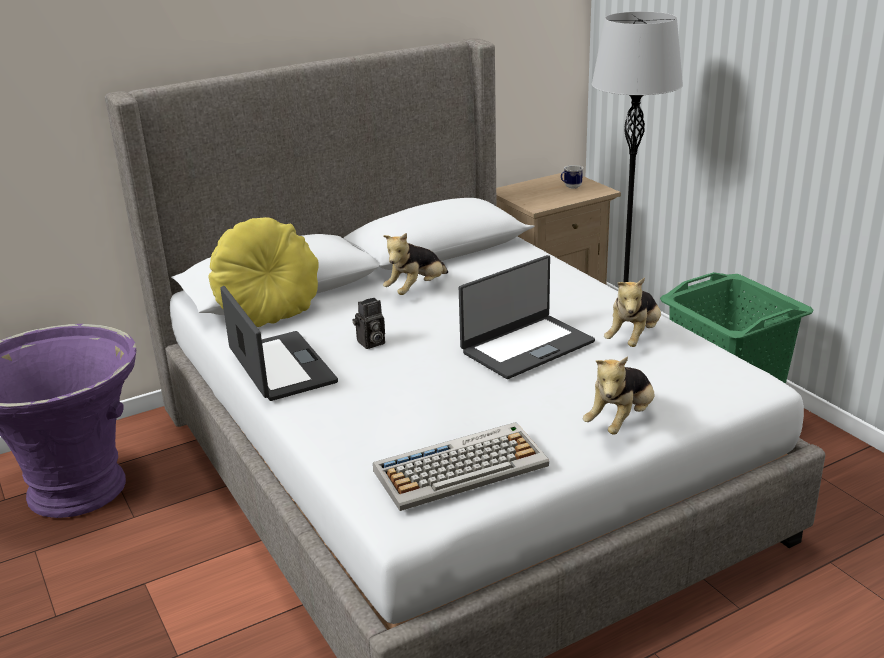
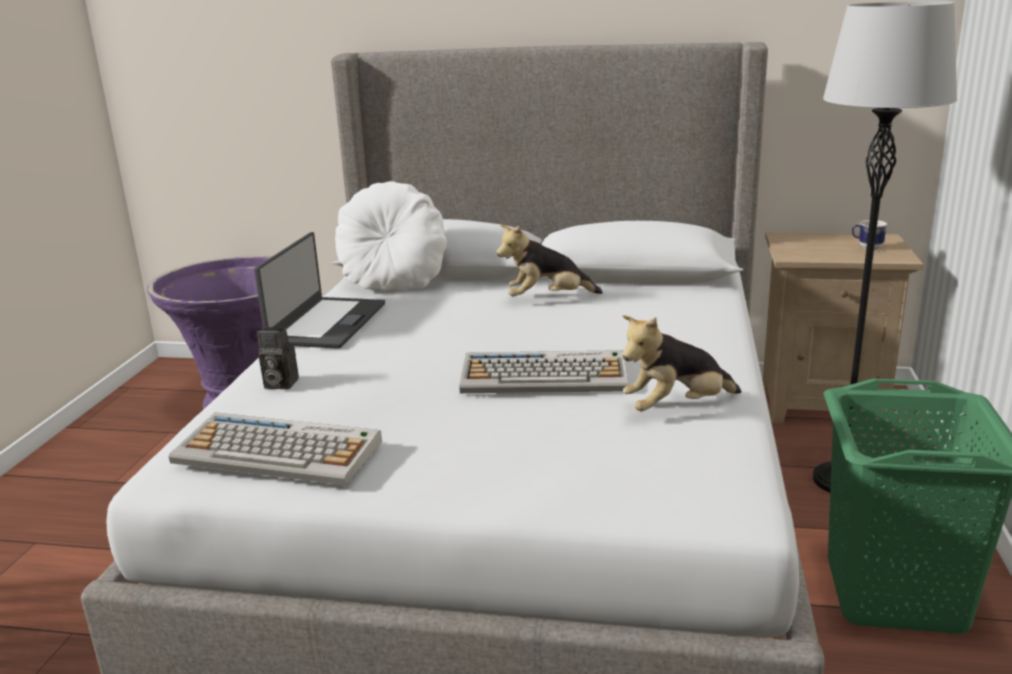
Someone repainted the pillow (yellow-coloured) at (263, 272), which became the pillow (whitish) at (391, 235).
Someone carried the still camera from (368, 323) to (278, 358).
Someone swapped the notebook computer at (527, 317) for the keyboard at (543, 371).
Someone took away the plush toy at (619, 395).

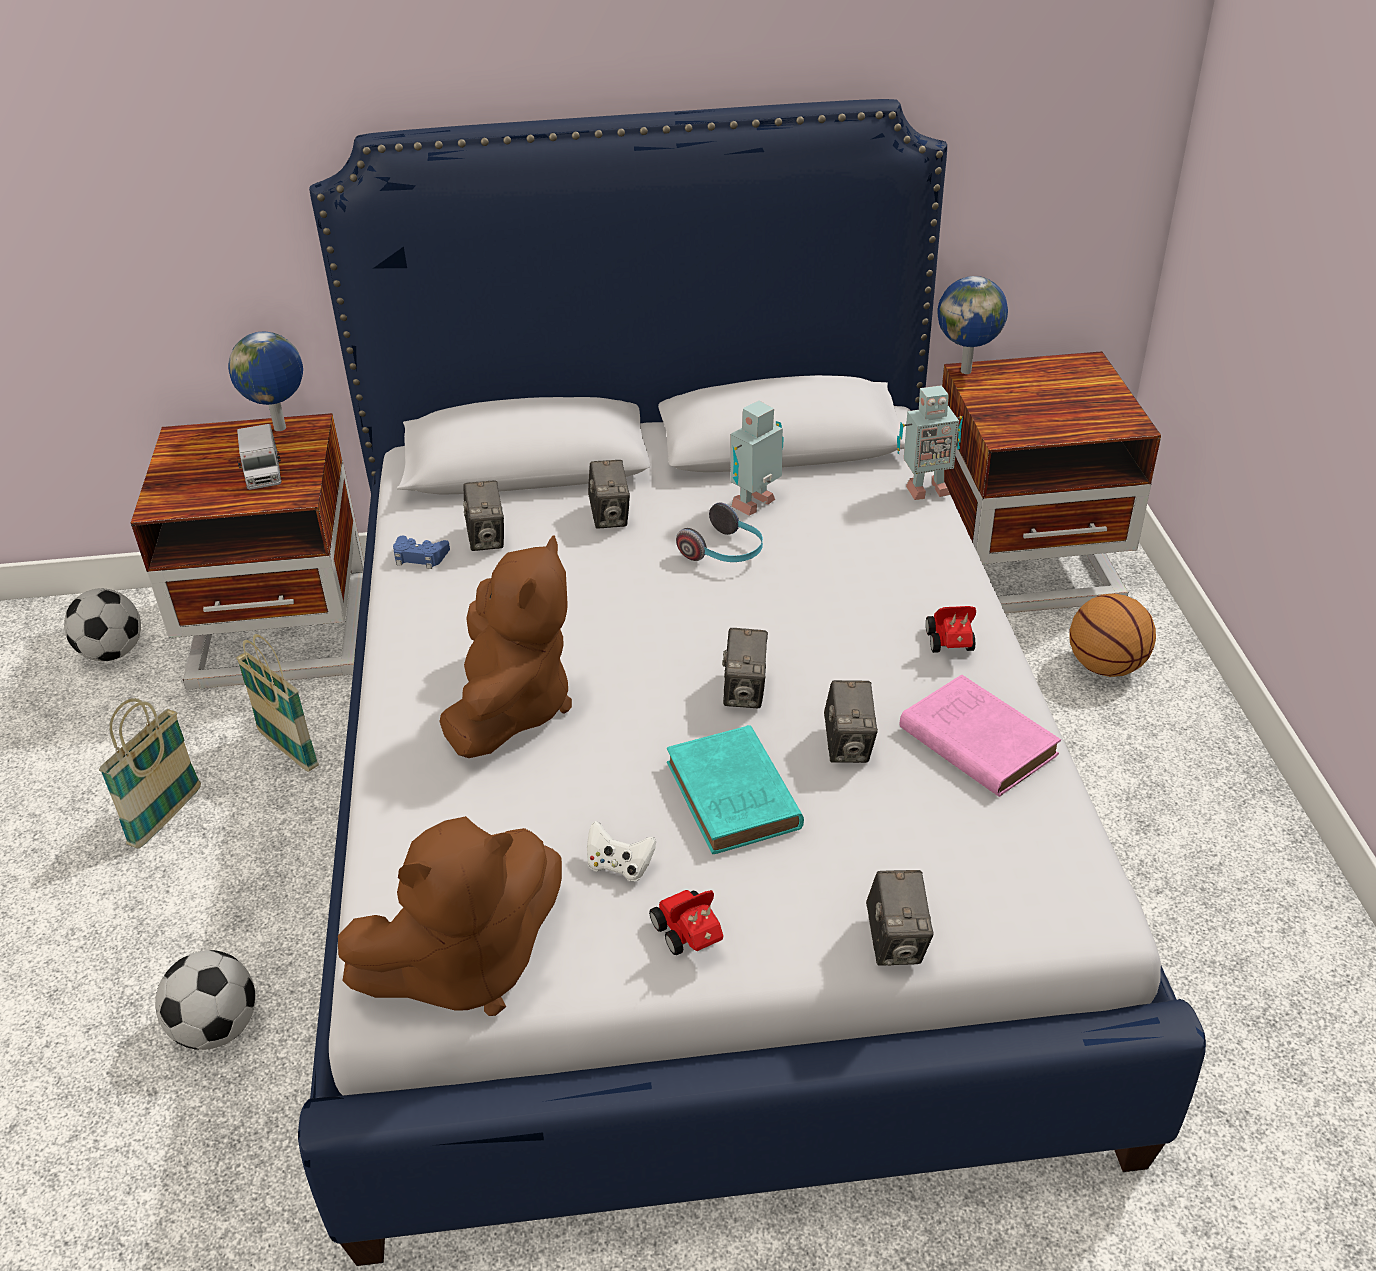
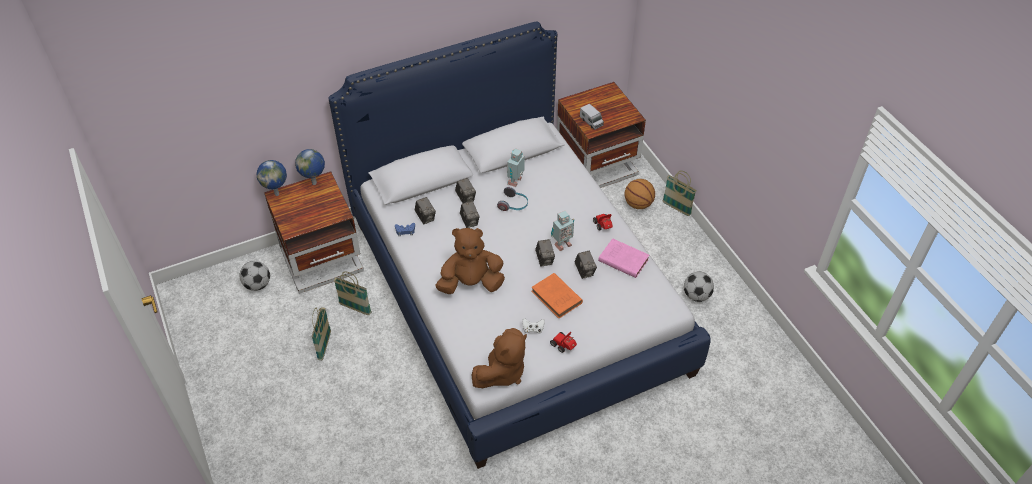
Someone carried the football ball from (205, 1000) to (699, 286).
Someone carried the toy truck from (259, 457) to (592, 116).
Someone rotated the plush toy (brown-coloured) at (506, 647) by 90 degrees counterclockwise.
Someone repainted the book (turquoise) at (735, 789), which became the book (orange-coloured) at (557, 295).
Someone carried the still camera from (900, 918) to (470, 214).
Someone carried the toy robot from (930, 442) to (562, 231).
Someone carried the globe from (973, 325) to (272, 178).
Someone put down the storage basket at (679, 193).

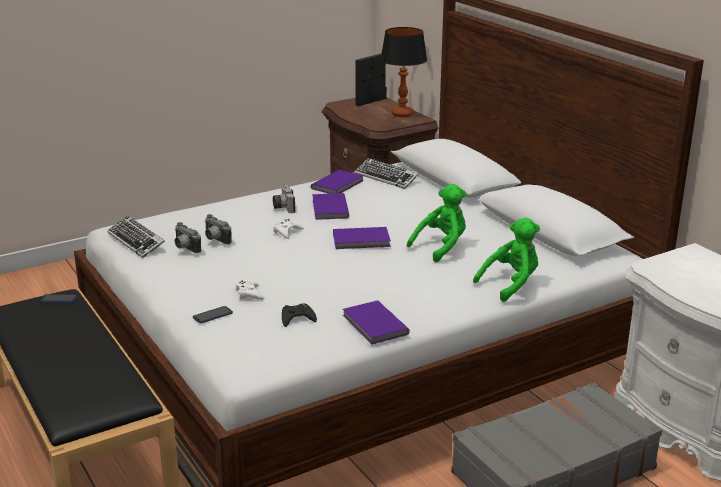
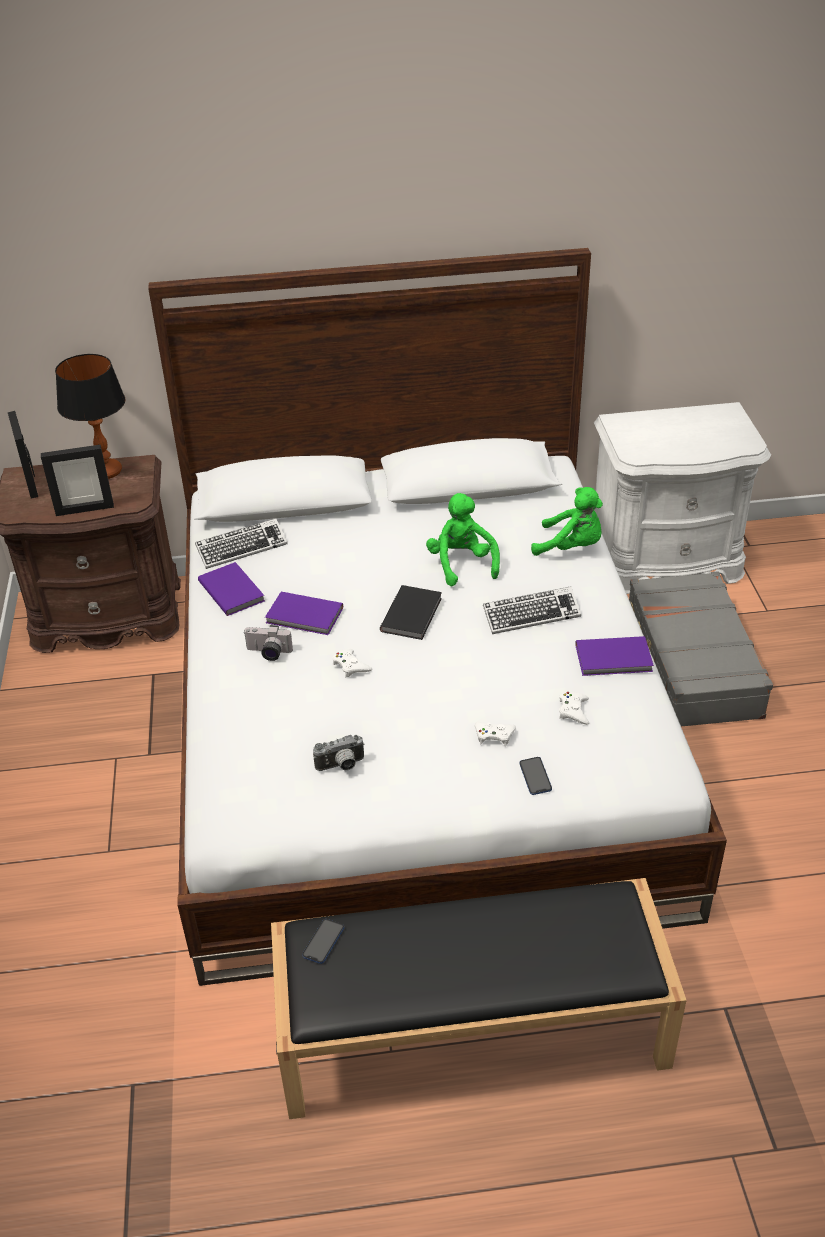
Someone carried the keyboard from (136, 237) to (532, 610).
Someone took away the still camera at (218, 229).
Someone repainted the joypad (black) at (299, 315), which became the joypad (whitish) at (574, 708).
Someone repainted the book (purple) at (362, 238), which became the book (black) at (411, 612).
Someone rotated the plush toy (greenish) at (506, 260) by 120 degrees clockwise.
Someone put down the standing frame at (77, 480).

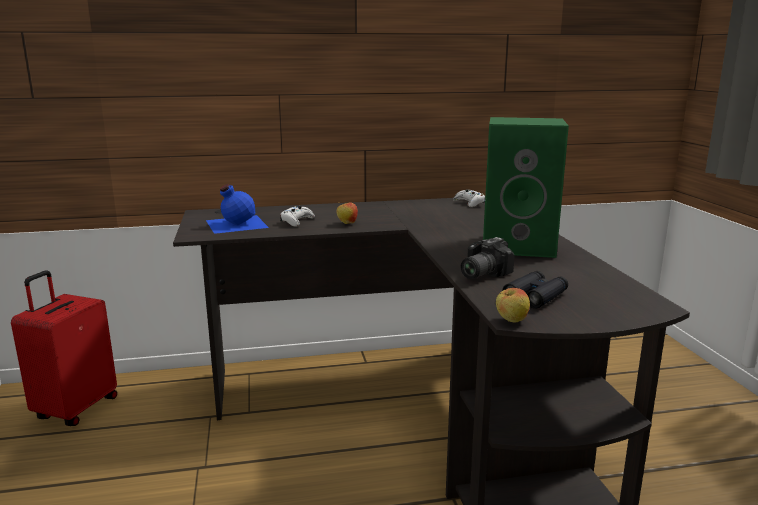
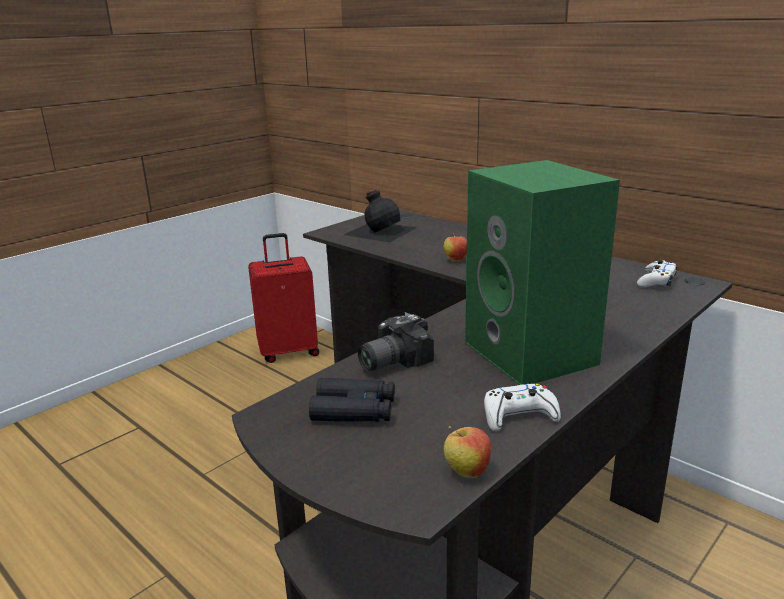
Someone repainted the drink bottle (blue-coloured) at (237, 209), which became the drink bottle (black) at (380, 216).
Someone carried the joypad (whitish) from (297, 216) to (522, 407).
Someone rotated the still camera at (488, 258) by 45 degrees counterclockwise.
Someone carried the apple from (513, 305) to (467, 452).

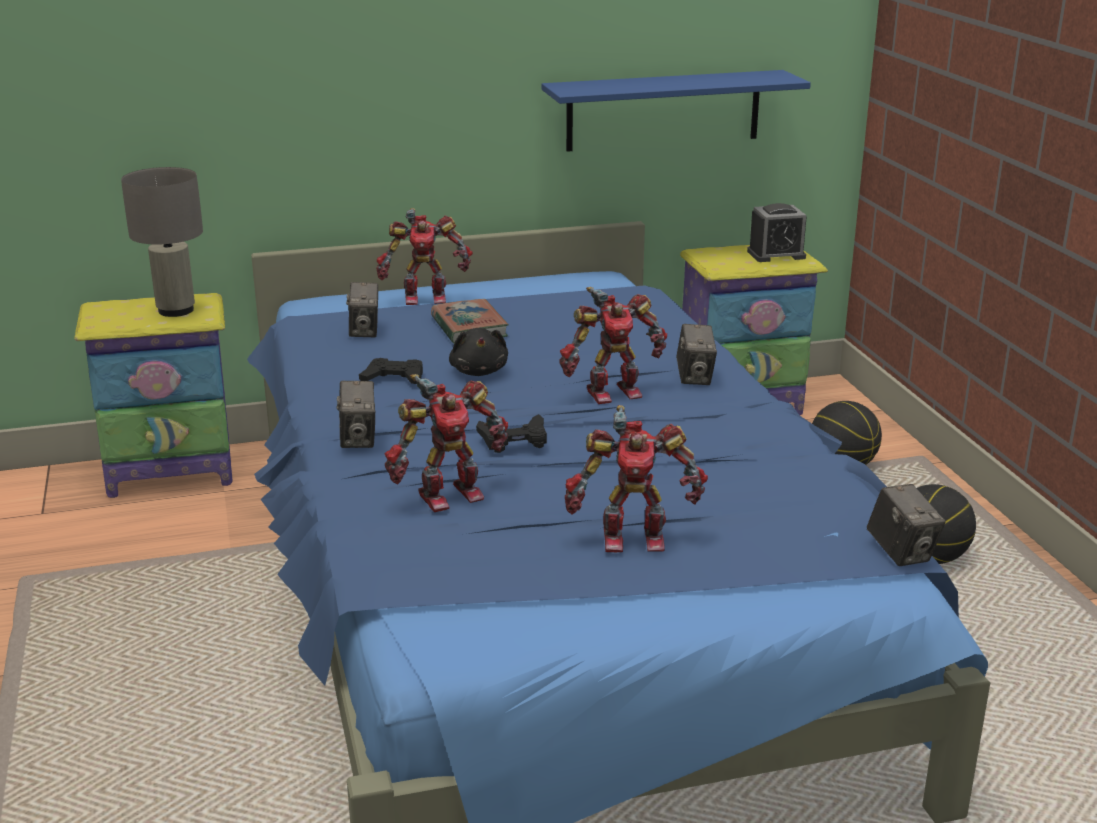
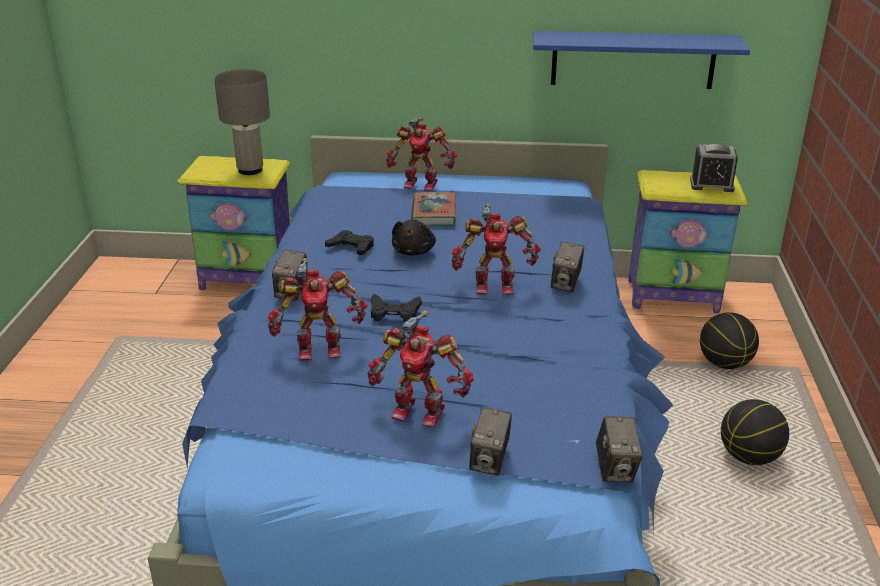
Someone carried the still camera from (362, 309) to (490, 441).

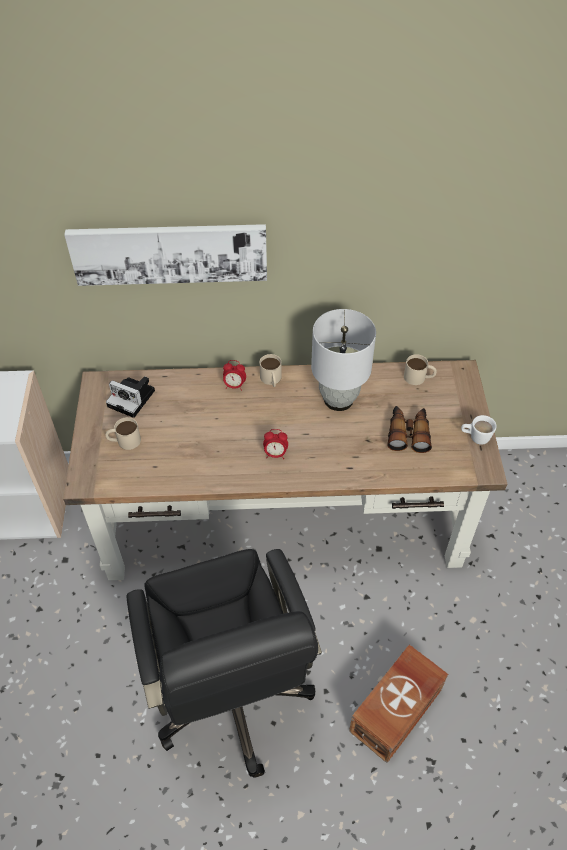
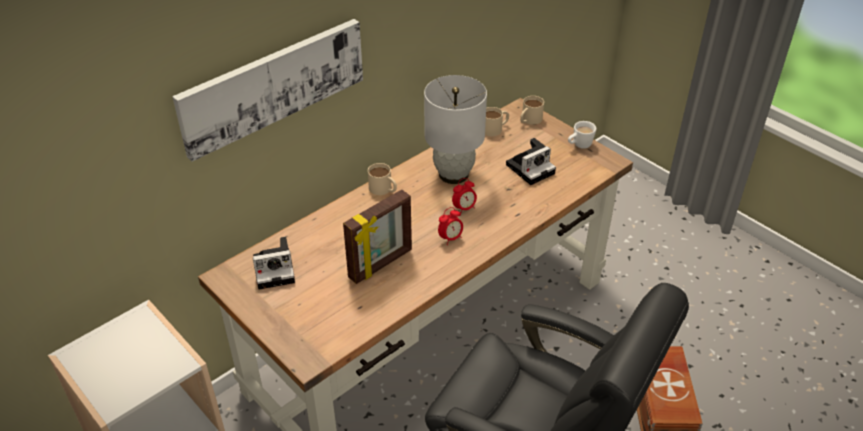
Someone carried the tea mug (sand-coloured) from (123, 433) to (532, 110).
Someone carried the bedside clock from (234, 375) to (464, 195).
Someone swapped the field glasses at (409, 429) for the still camera at (531, 161).
Someone put down the standing frame at (377, 236).

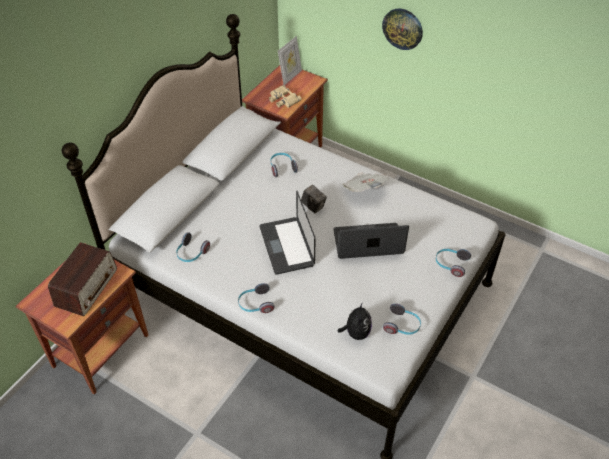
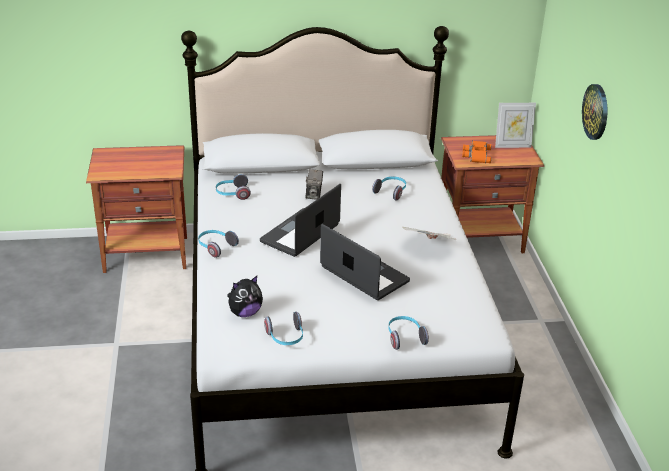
Someone took away the radio at (82, 279).
Someone repainted the field glasses (sand-coloured) at (285, 96), which became the field glasses (orange-coloured) at (476, 152).
Someone carried the still camera from (314, 199) to (314, 184).

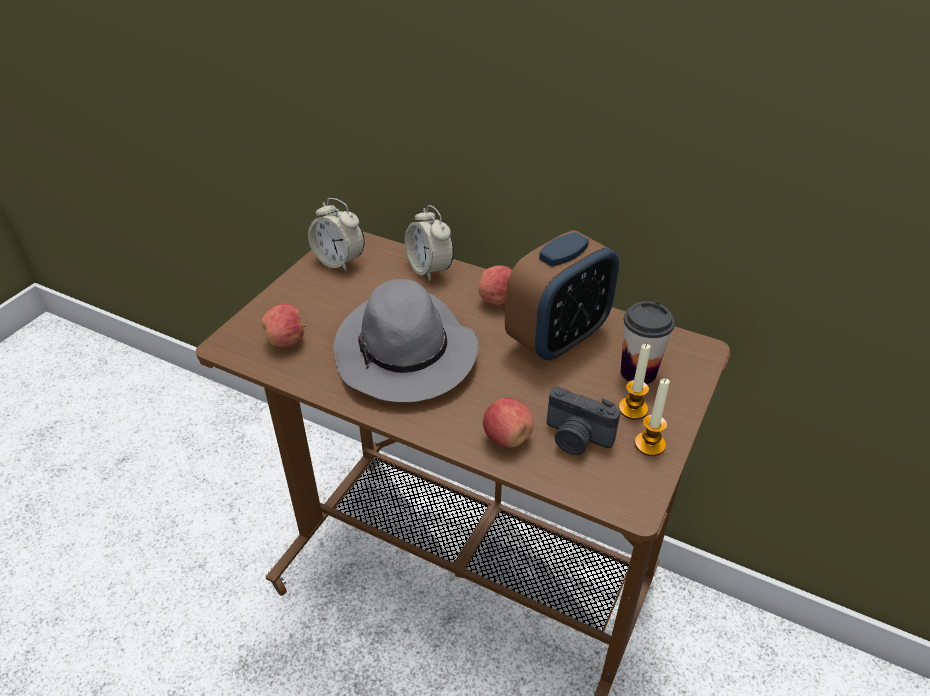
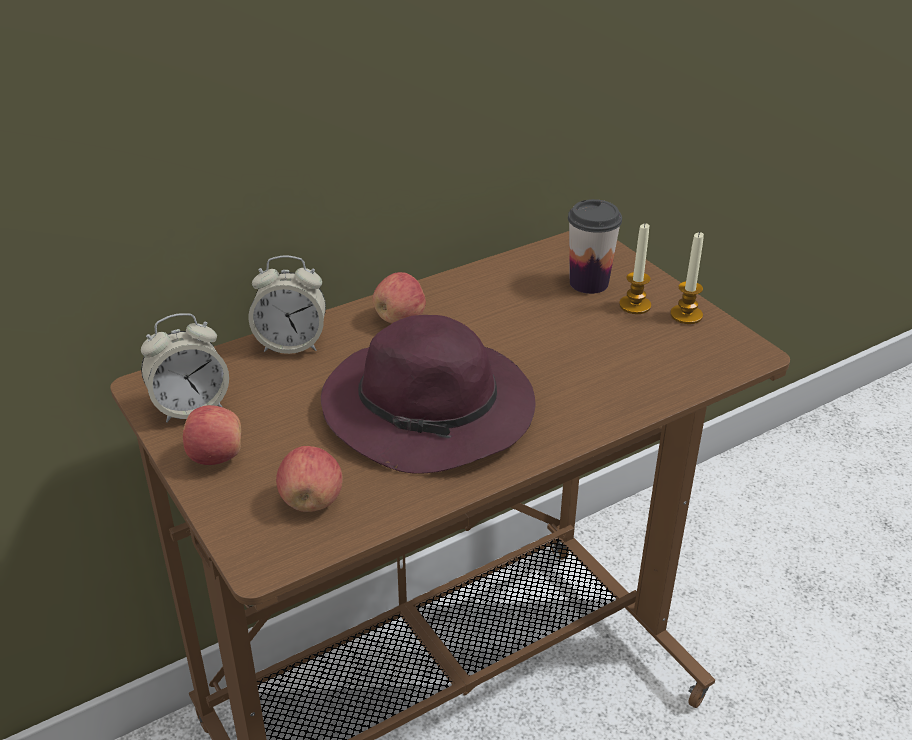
Someone repainted the clothing hat (greyish) at (405, 341), which became the clothing hat (purple) at (428, 394).
Someone carried the apple from (508, 423) to (212, 435).
Someone took away the bedside clock at (562, 295).
Someone took away the still camera at (583, 421).

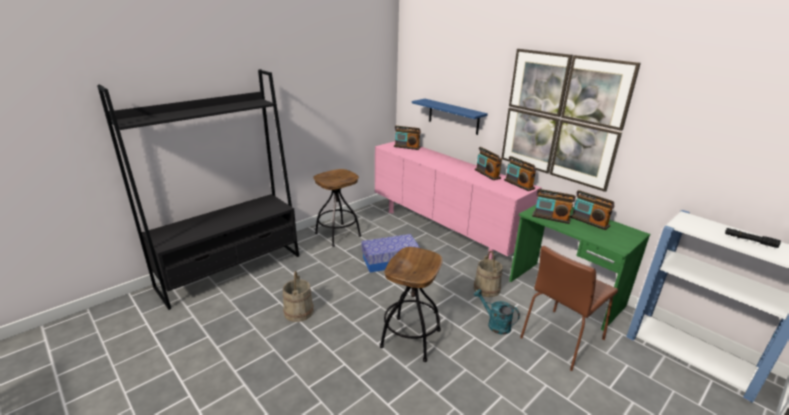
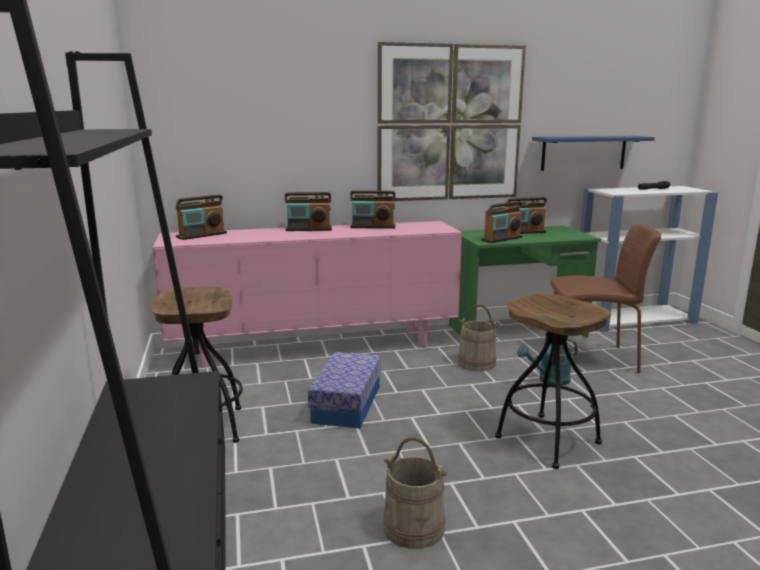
Someone carried the shelf (blue-coloured) from (450, 117) to (593, 153).
Someone carried the radio from (520, 173) to (308, 211).
Someone rotated the upright chair (brown-coloured) at (569, 308) by 75 degrees counterclockwise.

